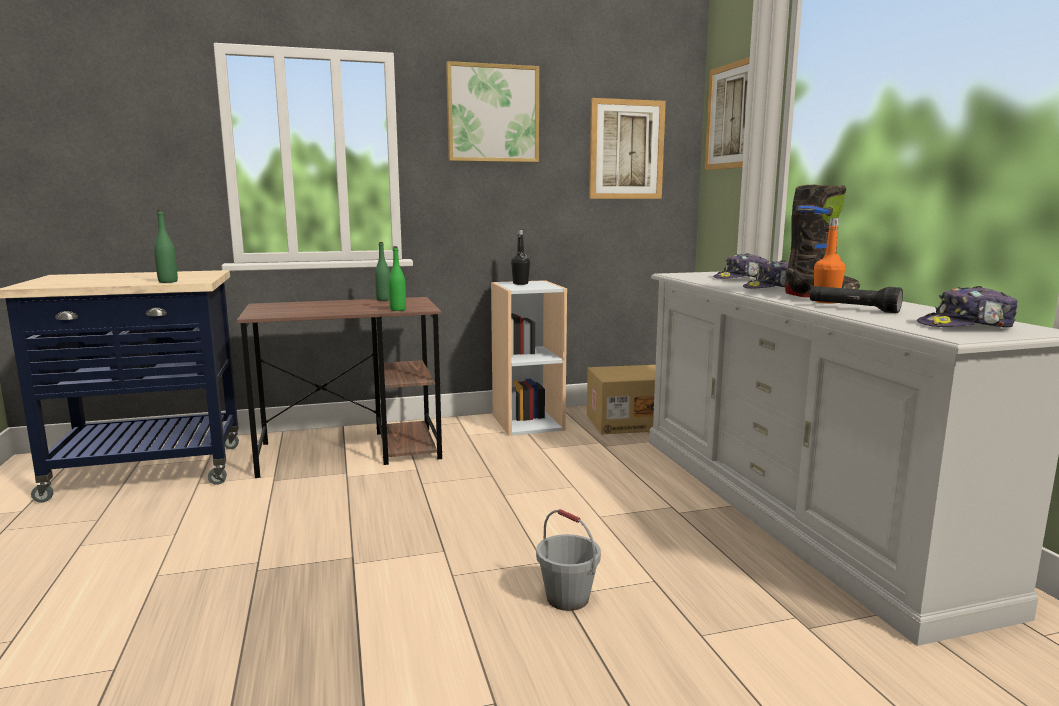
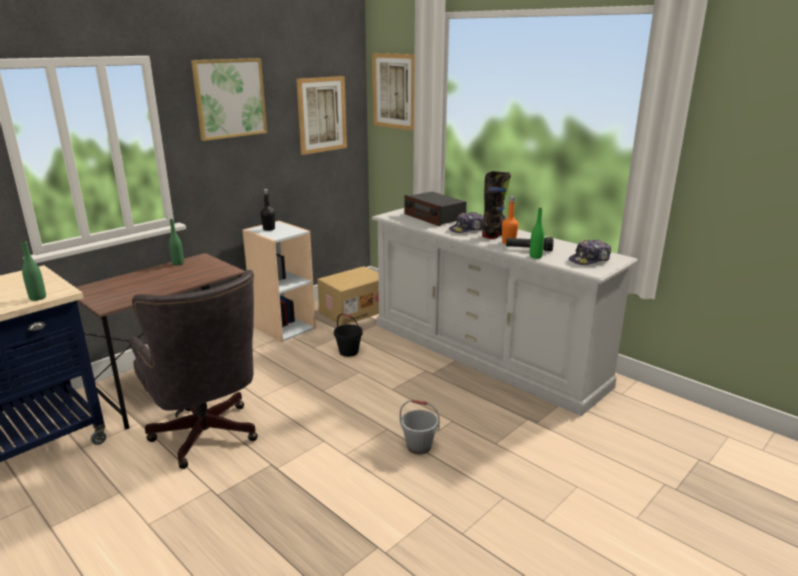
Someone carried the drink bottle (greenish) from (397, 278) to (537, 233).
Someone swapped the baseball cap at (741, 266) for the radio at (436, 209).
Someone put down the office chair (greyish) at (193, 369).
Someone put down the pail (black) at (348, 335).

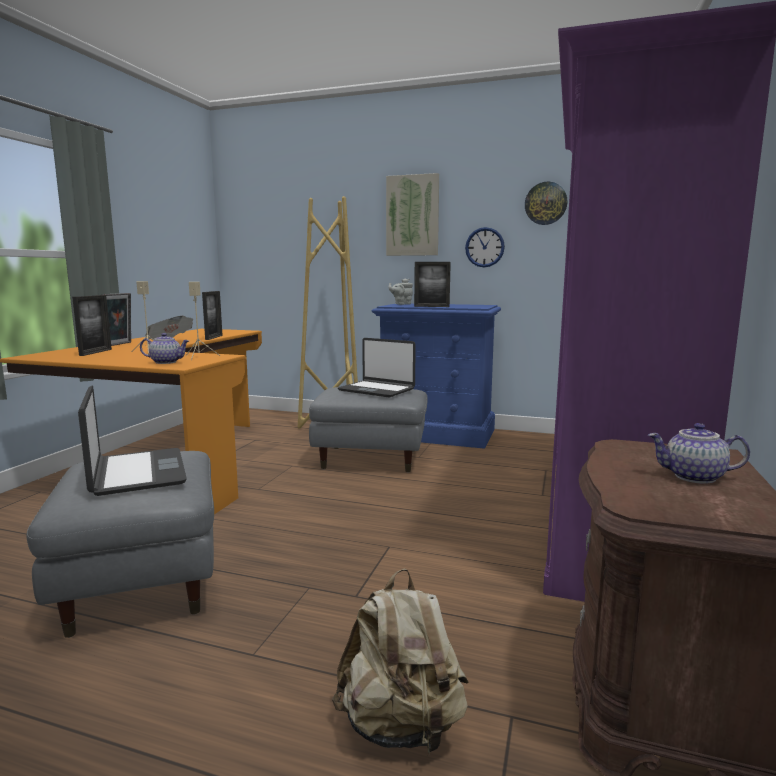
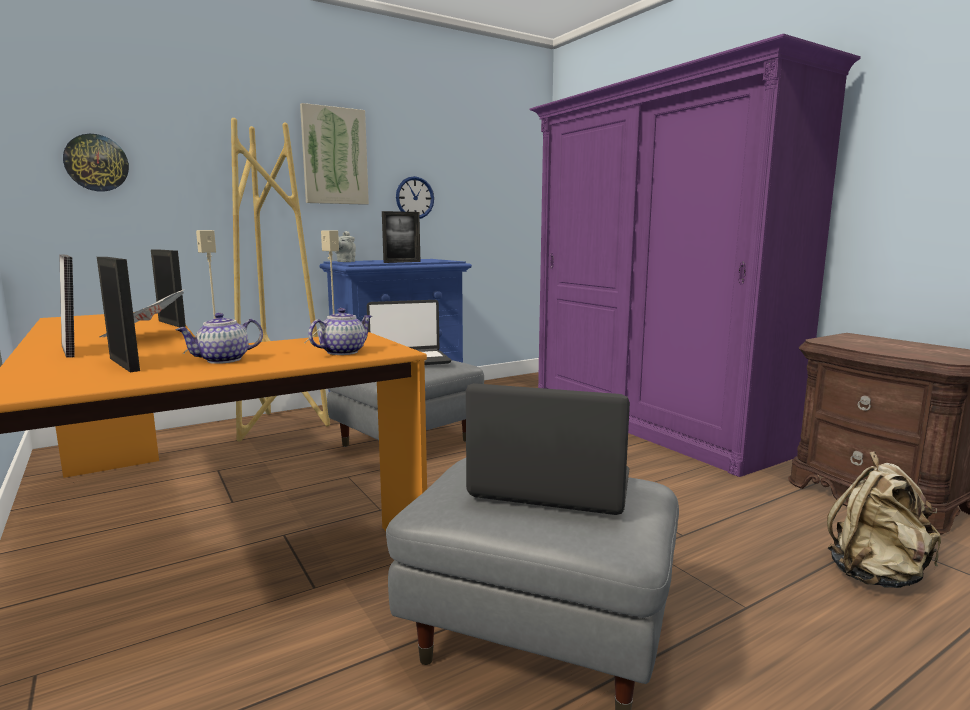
Someone carried the clock on the wall from (546, 203) to (96, 163).
Someone carried the teapot from (699, 453) to (219, 338).

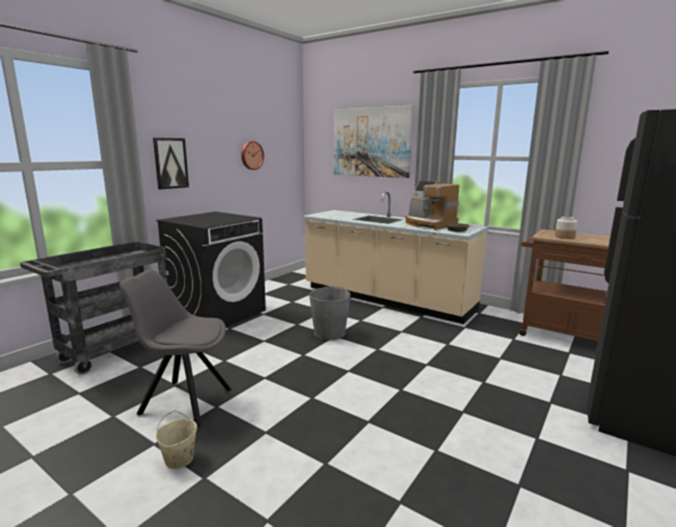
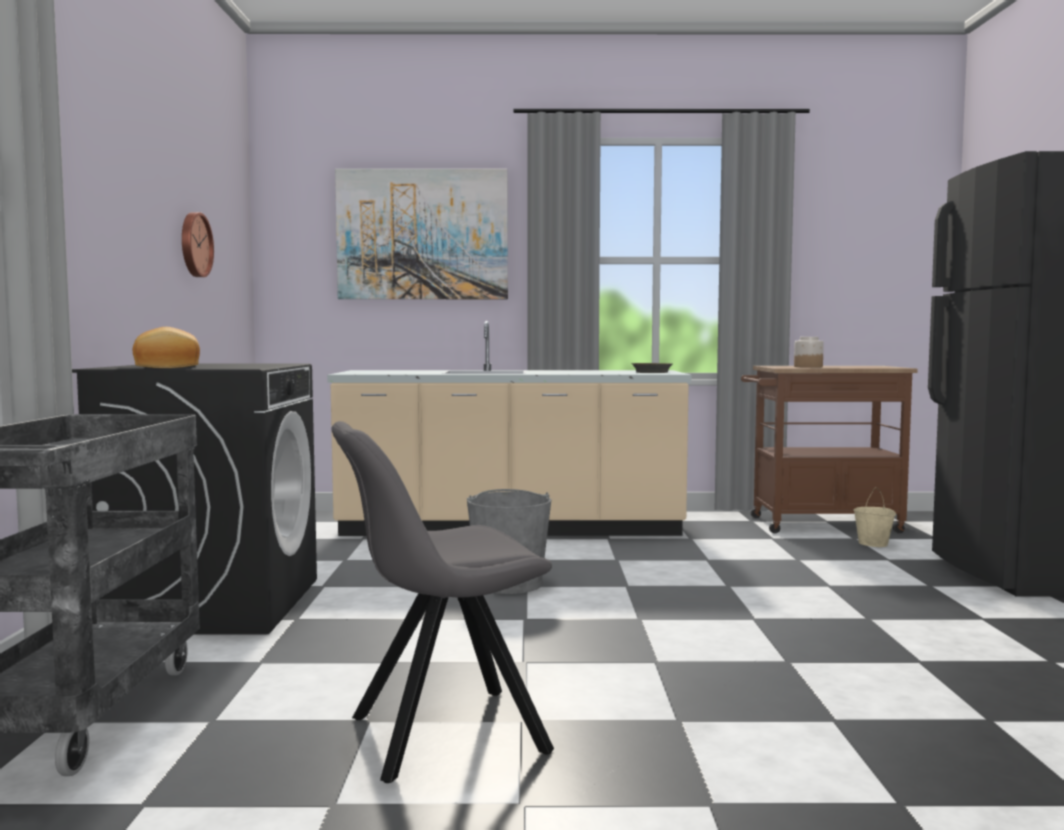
Someone took away the picture at (171, 163).
Someone carried the pail (sand-coloured) from (176, 440) to (874, 517).
Someone took away the coffee machine at (432, 205).
Someone put down the bakery bread at (166, 347).

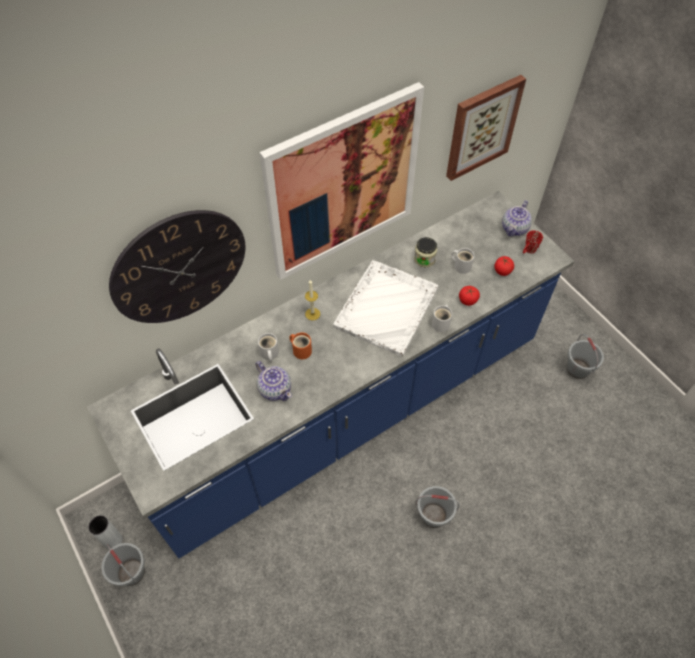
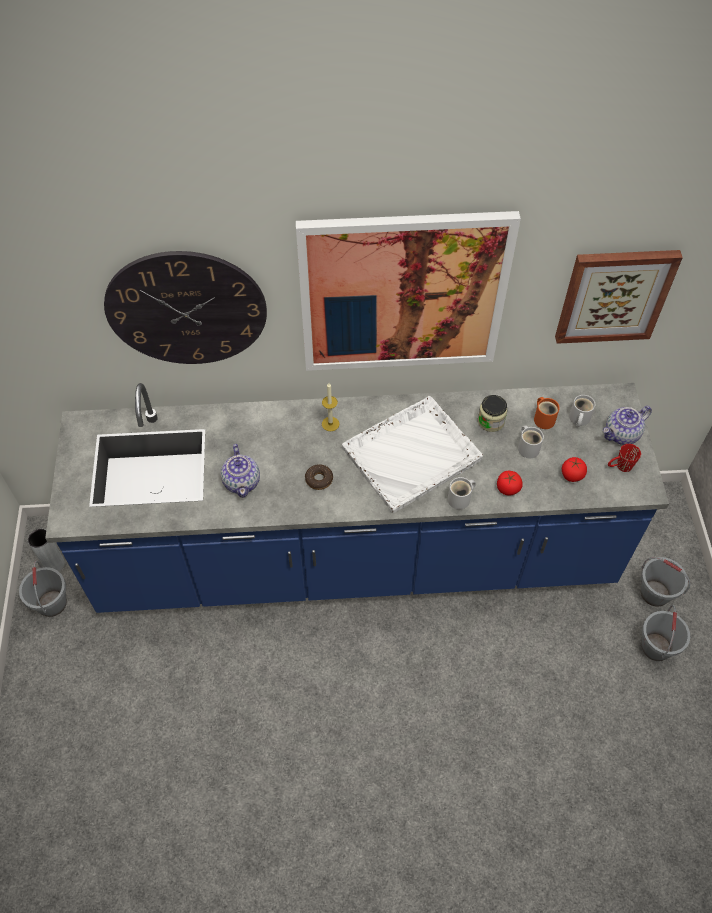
Someone carried the tea mug (whitish) from (268, 347) to (582, 411).
Someone carried the tea mug (orange-coloured) from (300, 345) to (547, 413).
Someone carried the pail (greyish) from (437, 507) to (666, 581).
Someone put down the doughnut at (319, 477).

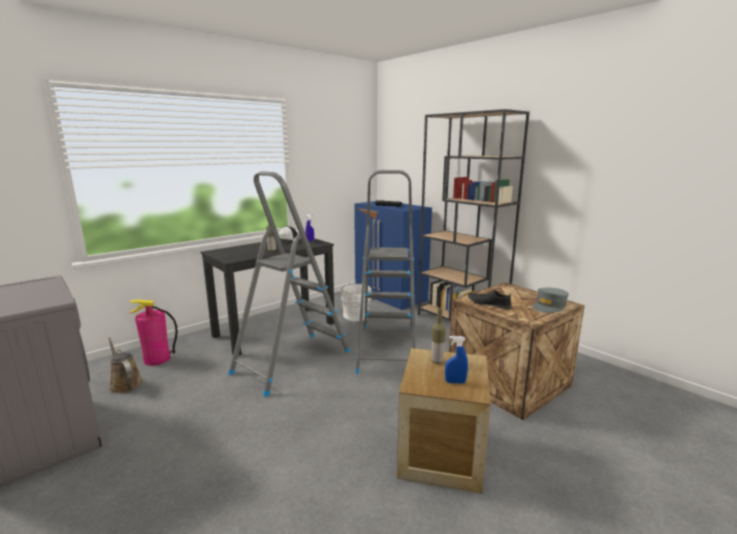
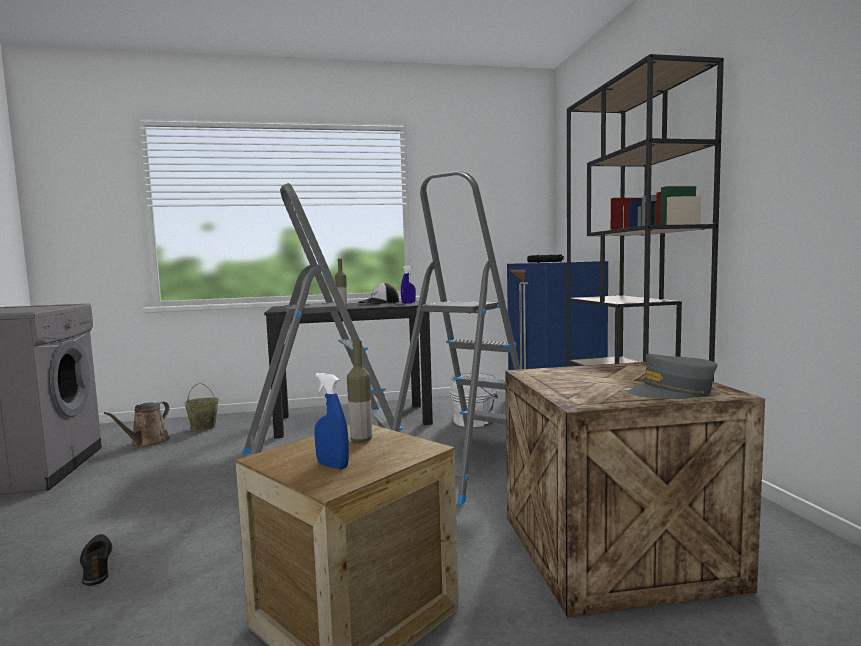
Someone rotated the watering can (brown-coloured) at (125, 365) by 150 degrees counterclockwise.
Someone swapped the extinguisher at (153, 333) for the pail (sand-coloured) at (201, 407).
Someone carried the low shoe (black) from (490, 299) to (96, 560).

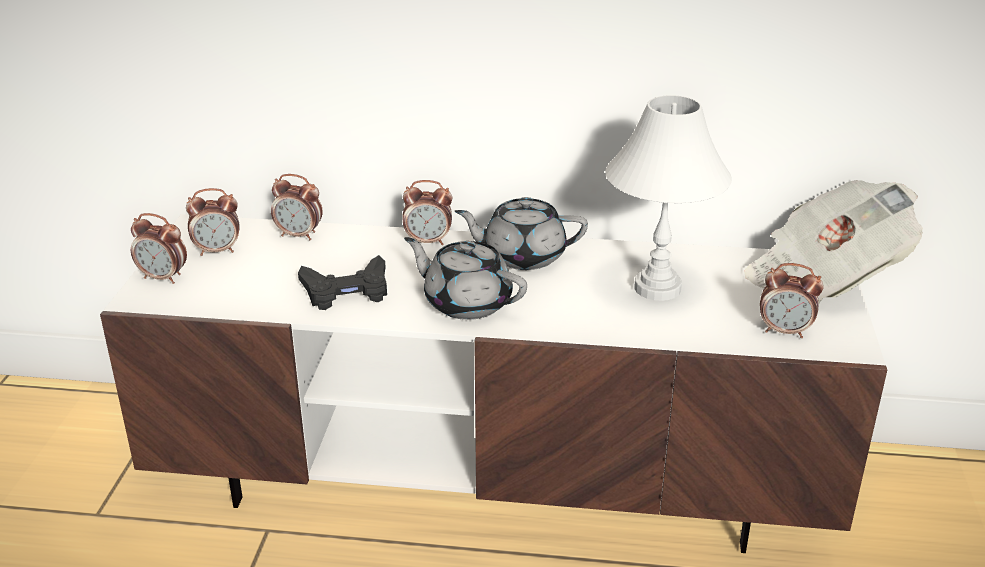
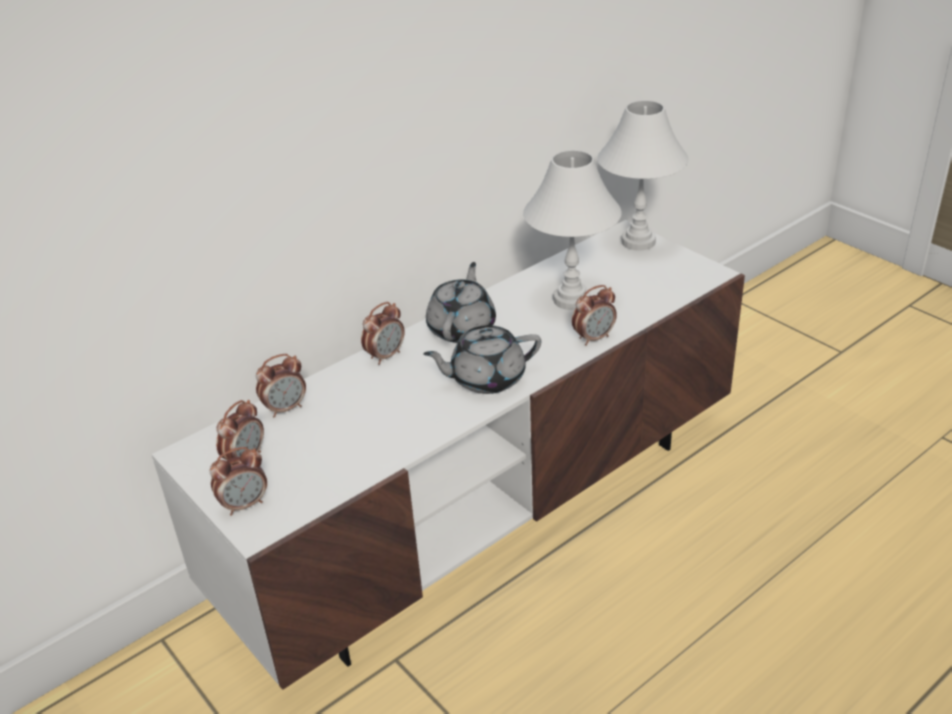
Someone took away the joypad (black) at (342, 282).
Someone rotated the teapot (greyish) at (521, 233) by 150 degrees clockwise.
Someone swapped the daily paper at (833, 241) for the tabletop lamp (whitish) at (642, 176).
Someone carried the bedside clock from (792, 300) to (594, 315).

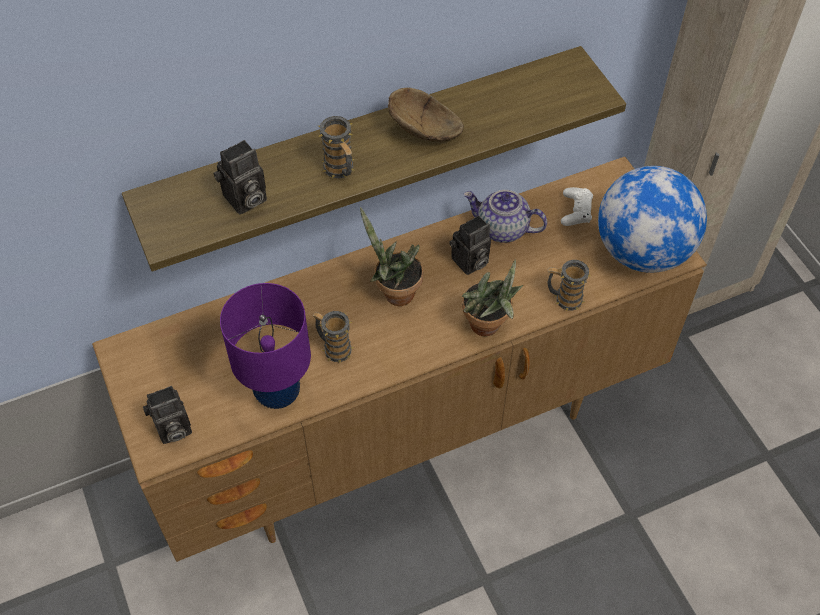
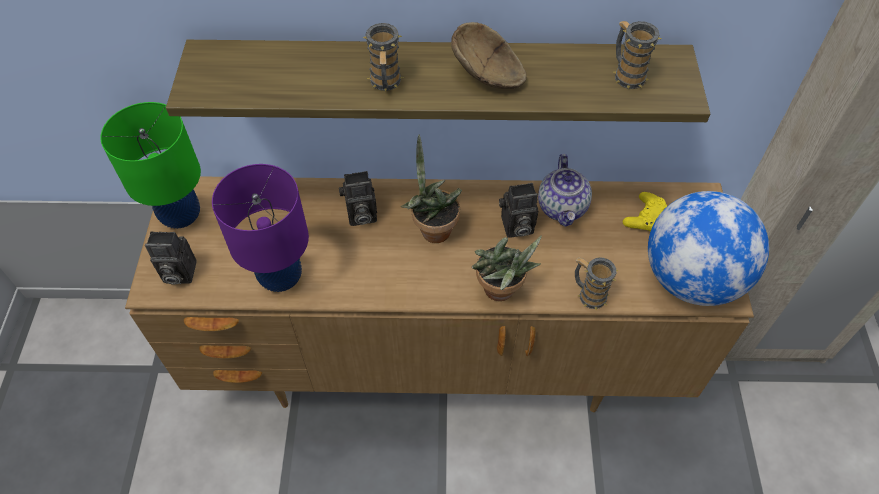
Someone carried the still camera from (240, 177) to (358, 198).
Someone carried the tea mug from (333, 336) to (637, 55).
Someone rotated the teapot at (505, 216) by 135 degrees counterclockwise.
Someone repainted the joypad (whitish) at (577, 206), which became the joypad (yellow-coloured) at (645, 211).
Someone put down the tabletop lamp (greenish) at (150, 165).

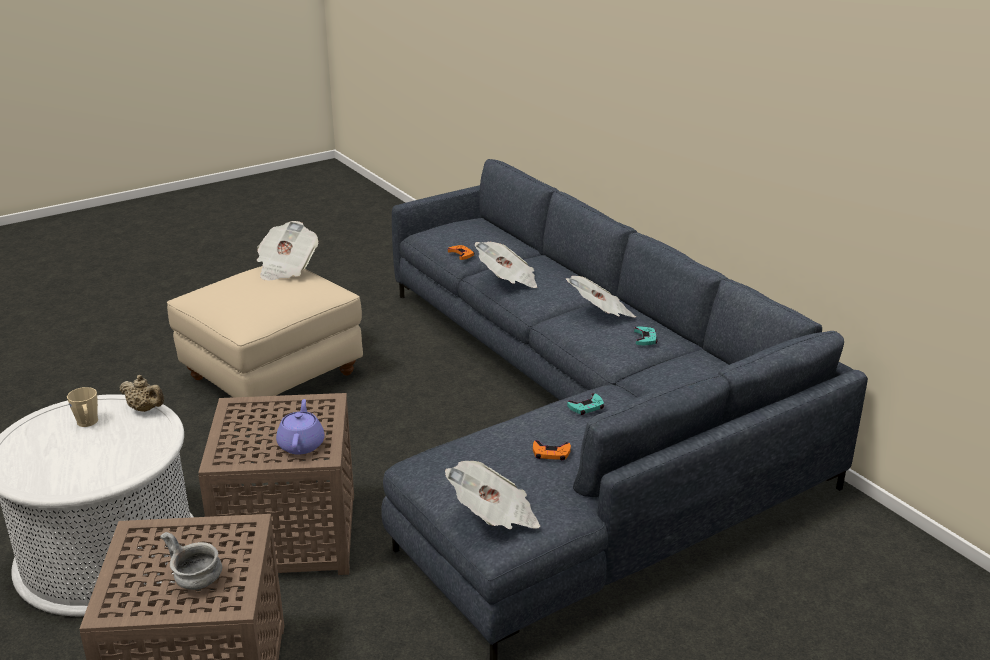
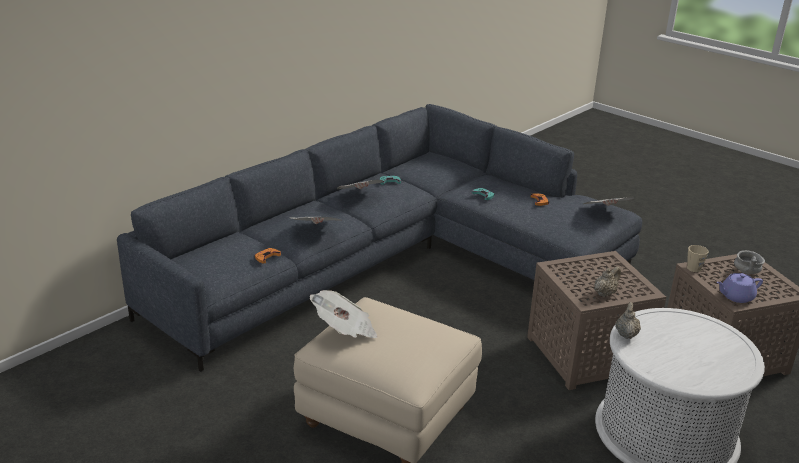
Someone carried the tea mug (sand-coloured) from (82, 407) to (698, 258).
Someone carried the teapot (purple) from (300, 426) to (739, 288).
Someone put down the teapot (sand-coloured) at (608, 281).

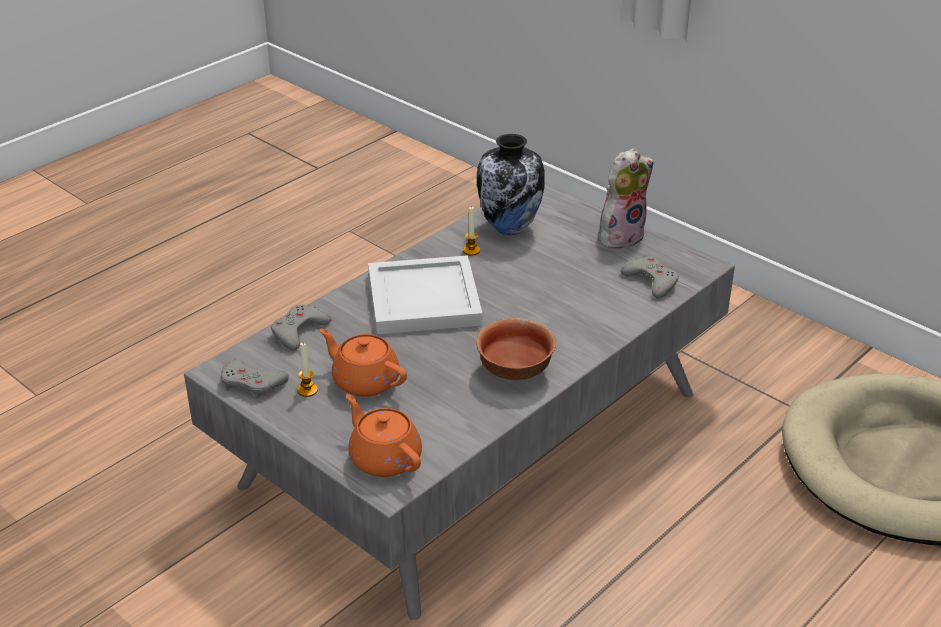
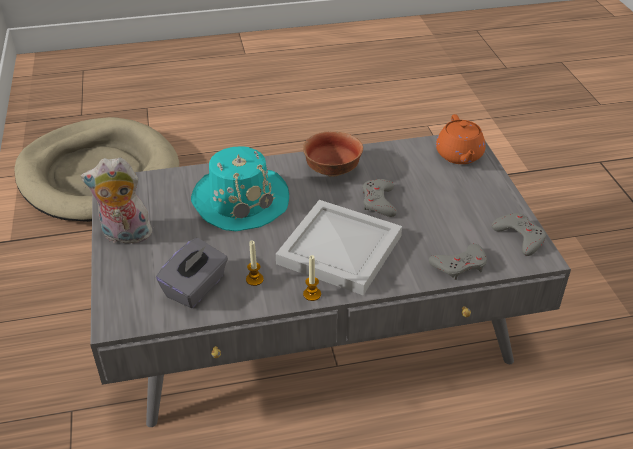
Someone carried the wax candle from (307, 370) to (312, 278).
Someone took away the teapot (orange-coloured) at (363, 363).
Someone swapped the flower vase at (511, 184) for the tissue box (greyish) at (192, 273).
Someone carried the joypad (greyish) from (650, 277) to (379, 198).
Someone put down the clothing hat (turquoise) at (240, 188).

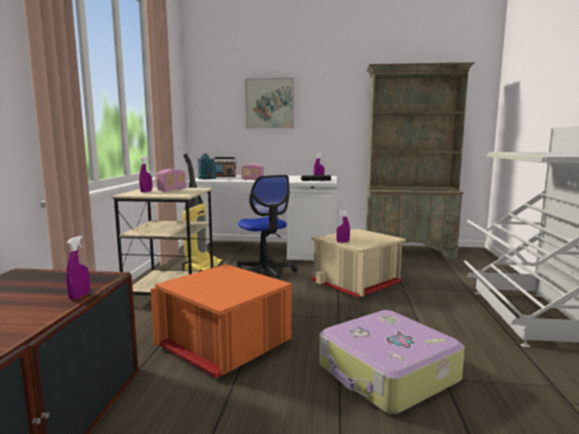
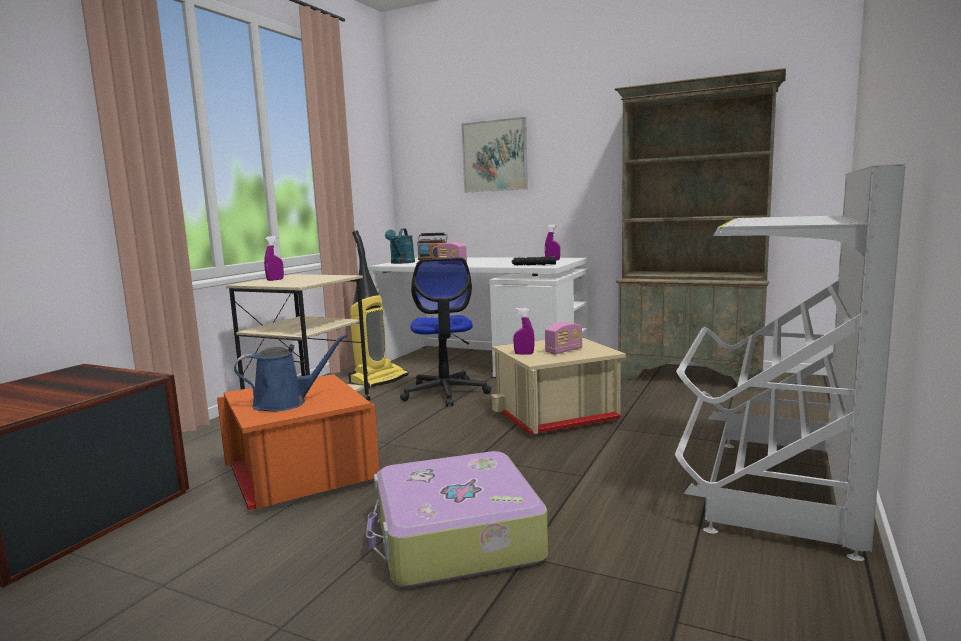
Someone took away the hand sprayer (purple) at (78, 268).
Someone carried the radio from (171, 180) to (564, 338).
Someone put down the watering can (blue-coloured) at (291, 372).

